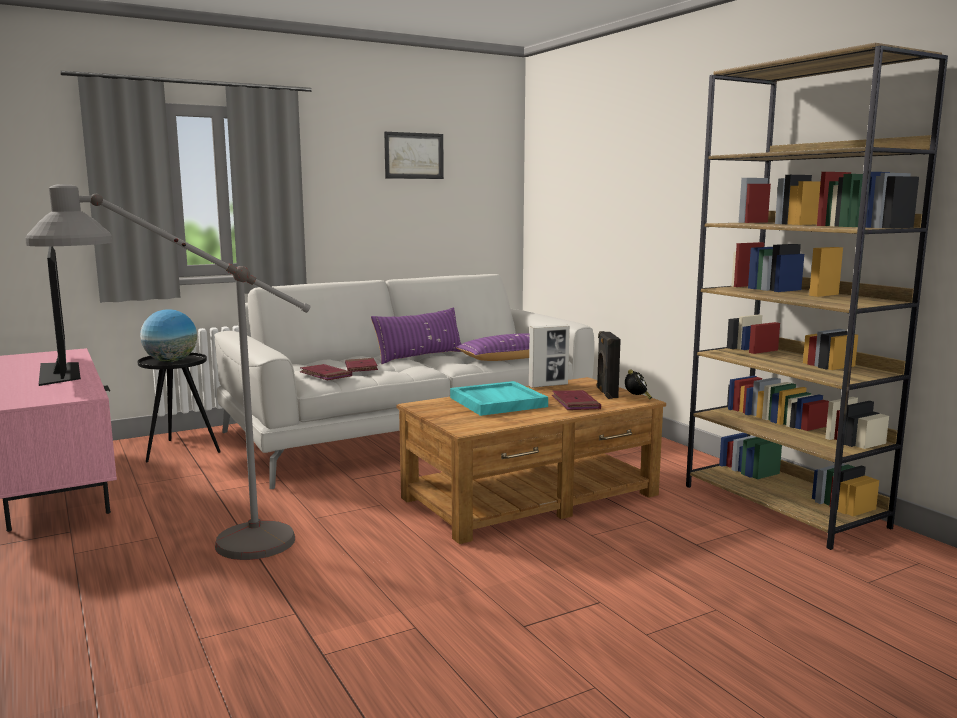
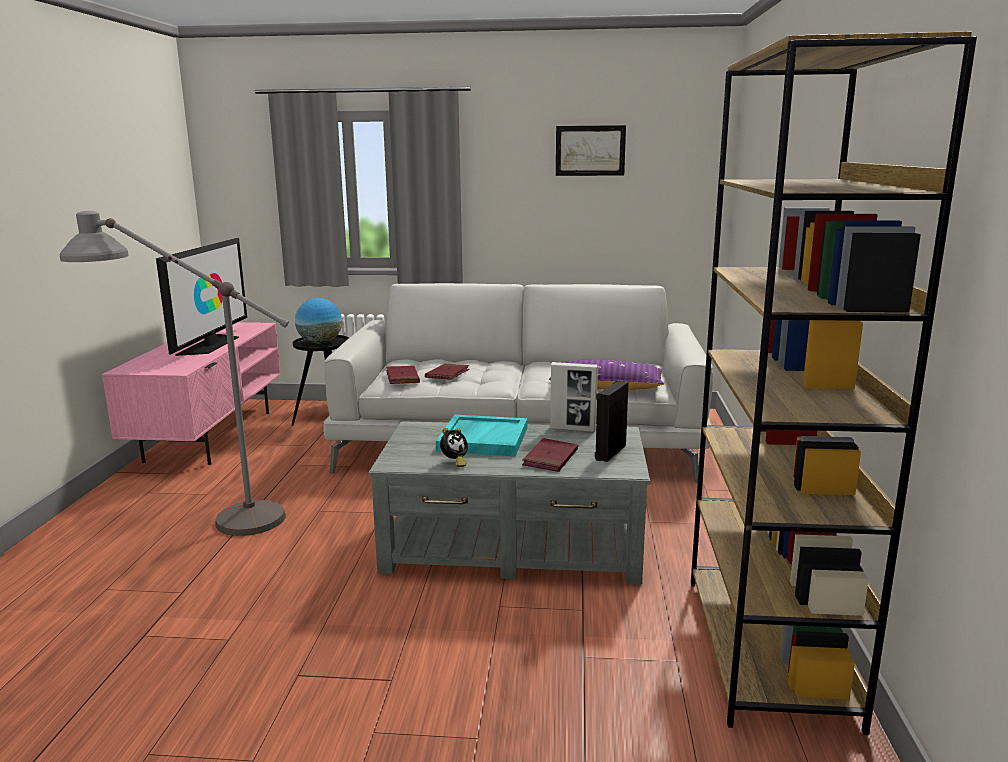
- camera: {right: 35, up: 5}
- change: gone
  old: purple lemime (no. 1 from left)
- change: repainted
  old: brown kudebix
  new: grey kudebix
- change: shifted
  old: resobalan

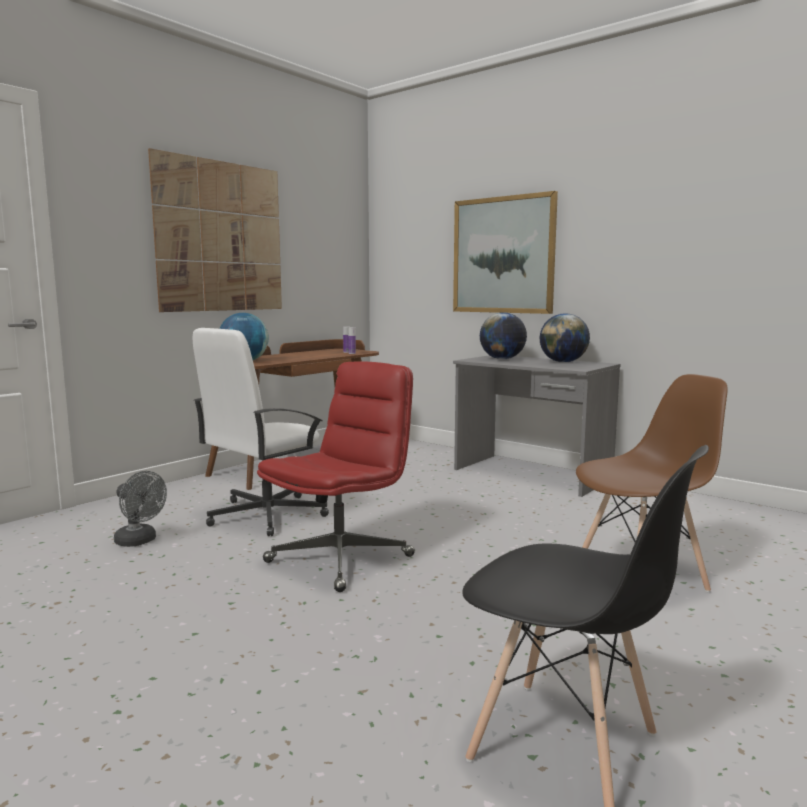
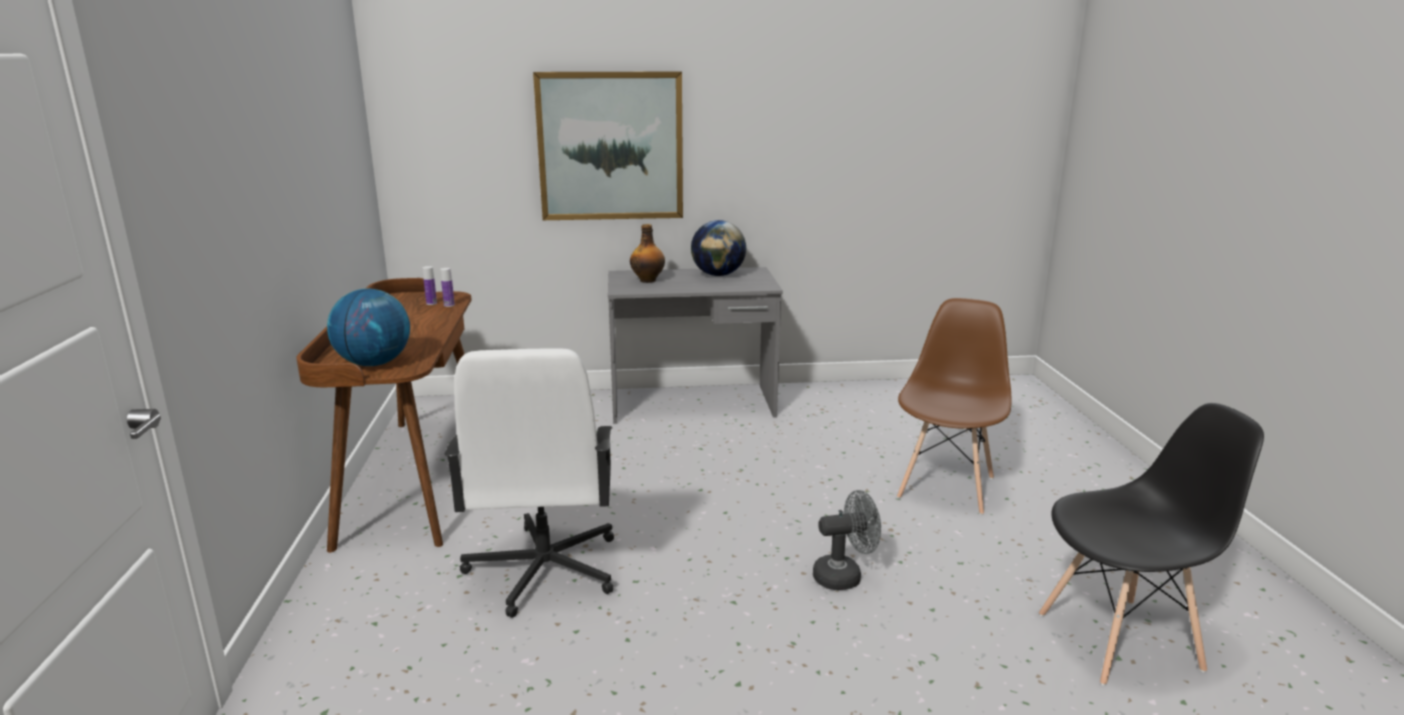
- camera: {right: -45, up: 10}
- change: shifted
  old: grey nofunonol
- change: gone
  old: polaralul (no. 1 from left)
- change: gone
  old: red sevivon
- change: swapped
  old: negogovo (no. 2 from left)
  new: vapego (no. 3 from left)

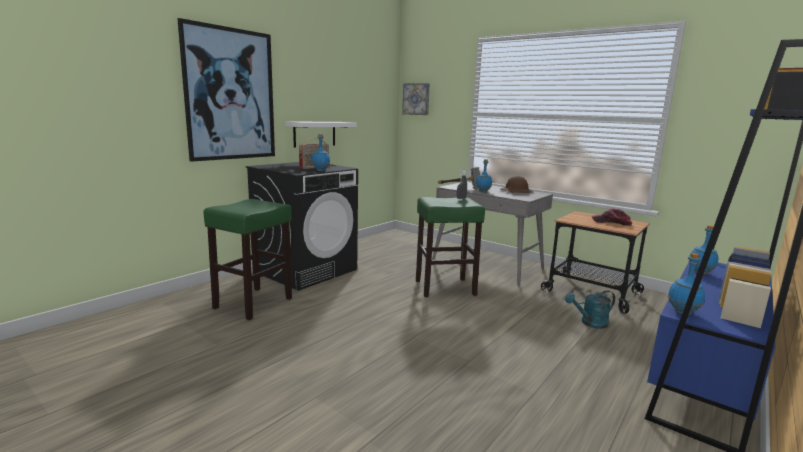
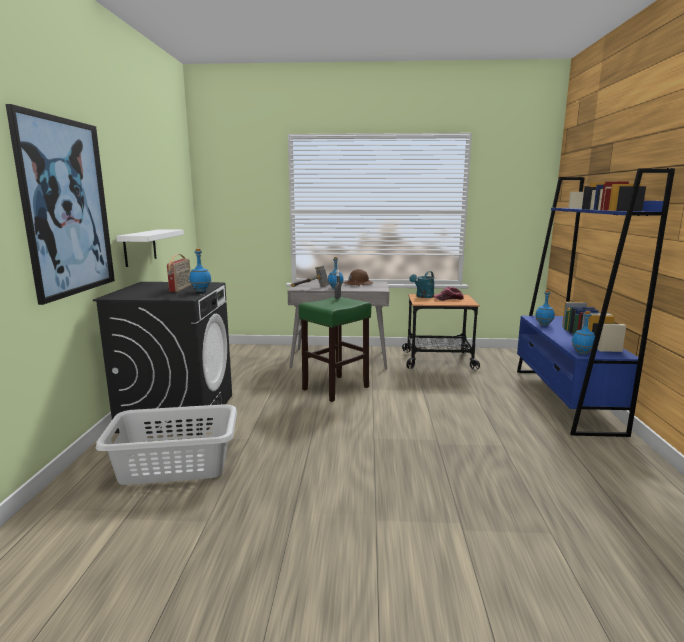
- camera: {right: -35, up: 0}
- change: swapped
  old: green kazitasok (no. 1 from left)
  new: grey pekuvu
- change: gone
  old: polaralul (no. 2 from left)
- change: shifted
  old: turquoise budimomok

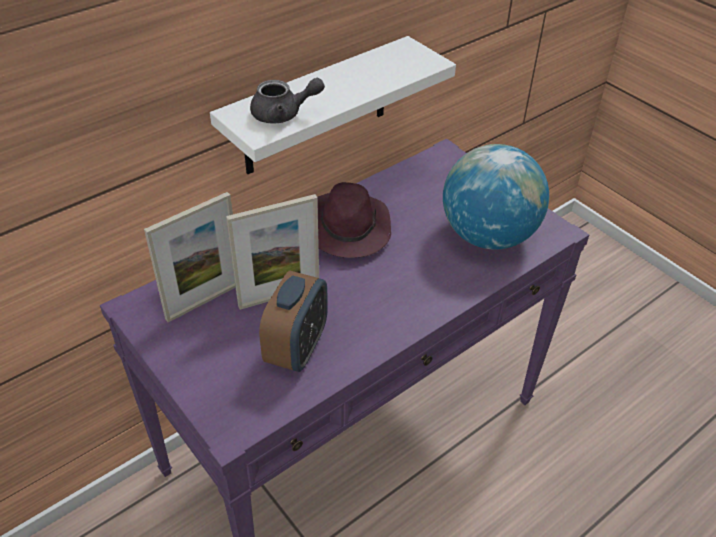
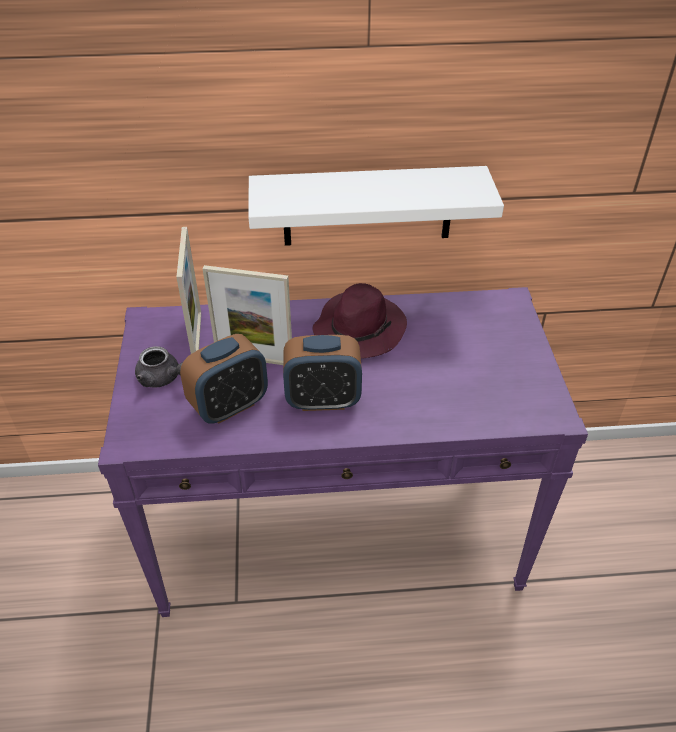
- camera: {right: 35, up: 0}
- change: rotated
  old: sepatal (no. 1 from left)
  degrees: -90
- change: shifted
  old: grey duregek
- change: gone
  old: negogovo
- change: new
  new: resobalan (no. 2 from left)

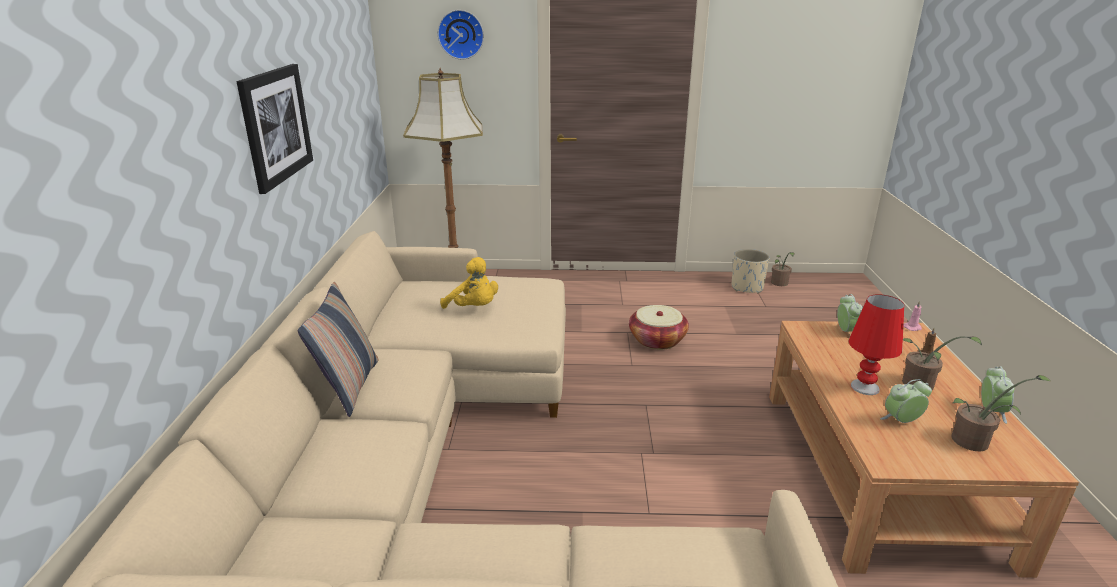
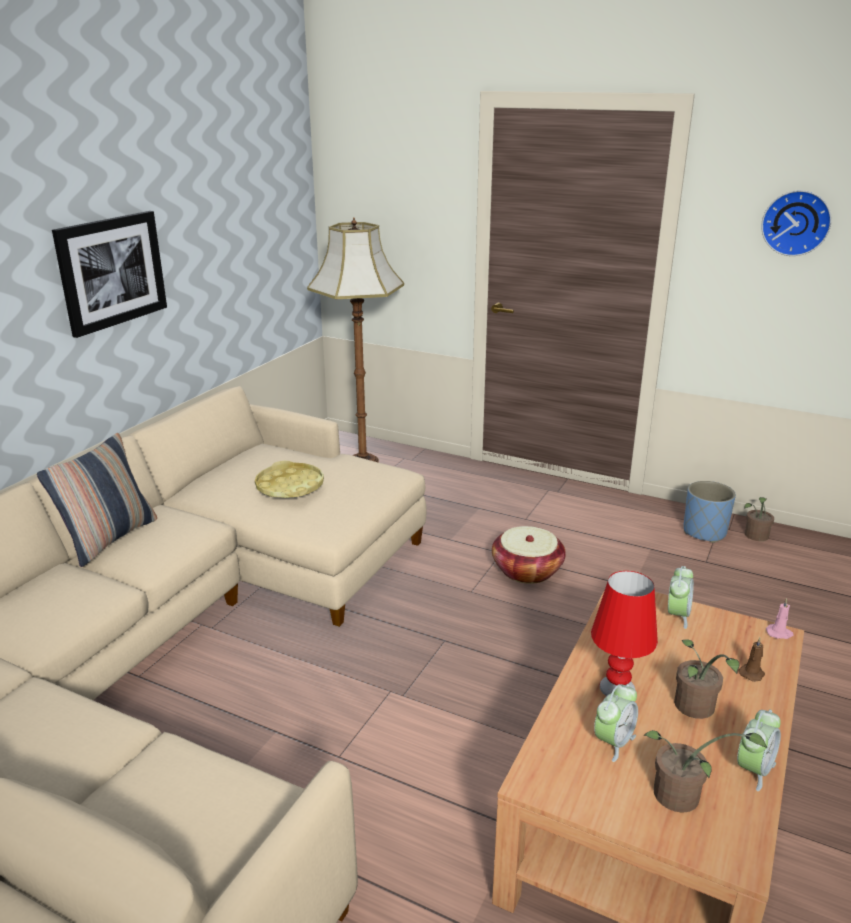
- camera: {right: 25, up: 0}
- change: shifted
  old: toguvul
- change: swapped
  old: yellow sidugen
  new: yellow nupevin
- change: repainted
  old: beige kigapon
  new: blue kigapon
- change: rotated
  old: resobalan (no. 2 from left in the first image)
  degrees: 120

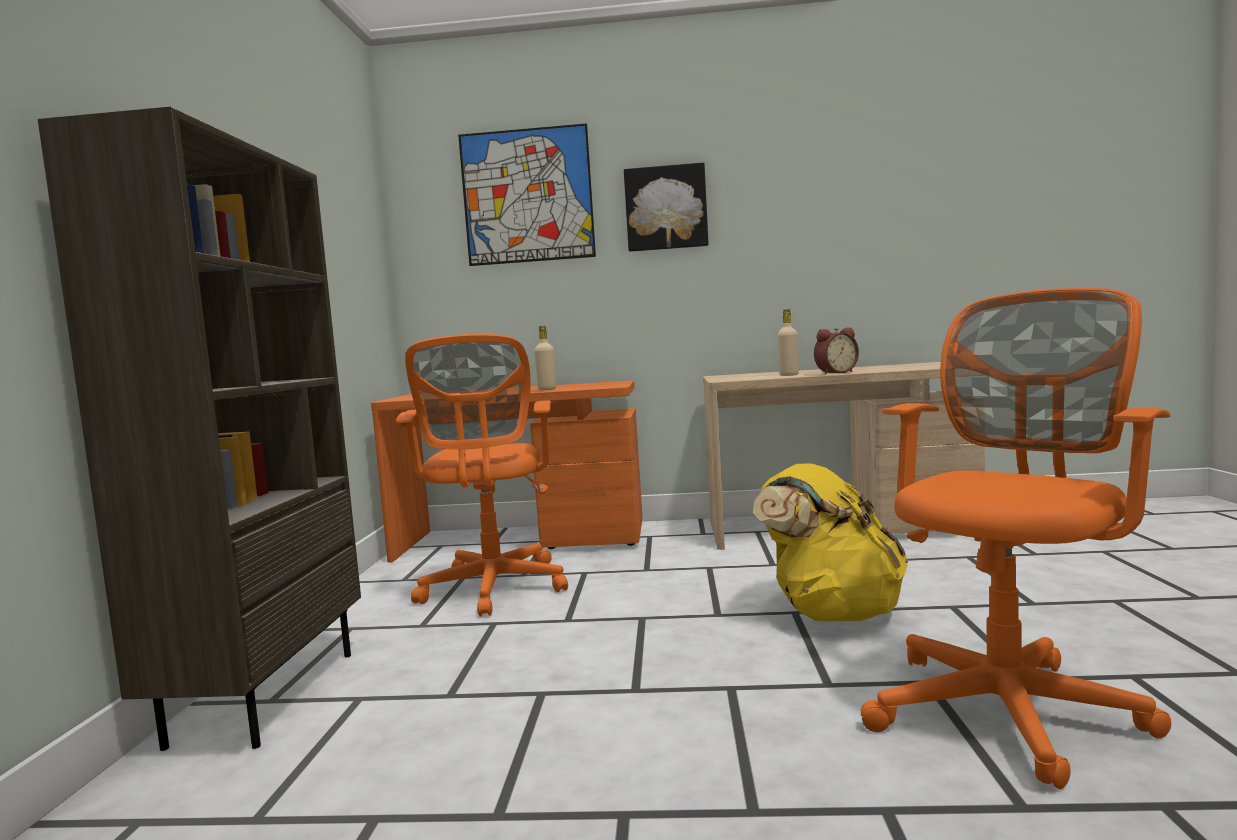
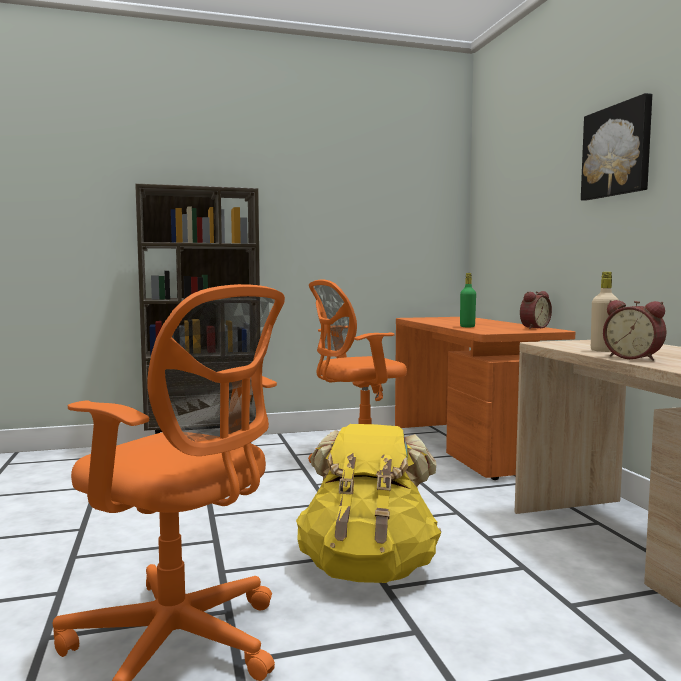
- camera: {right: 70, up: 0}
- change: gone
  old: polaralul (no. 1 from left)
- change: repainted
  old: beige vapego (no. 1 from left)
  new: green vapego
- change: new
  new: resobalan (no. 1 from left)

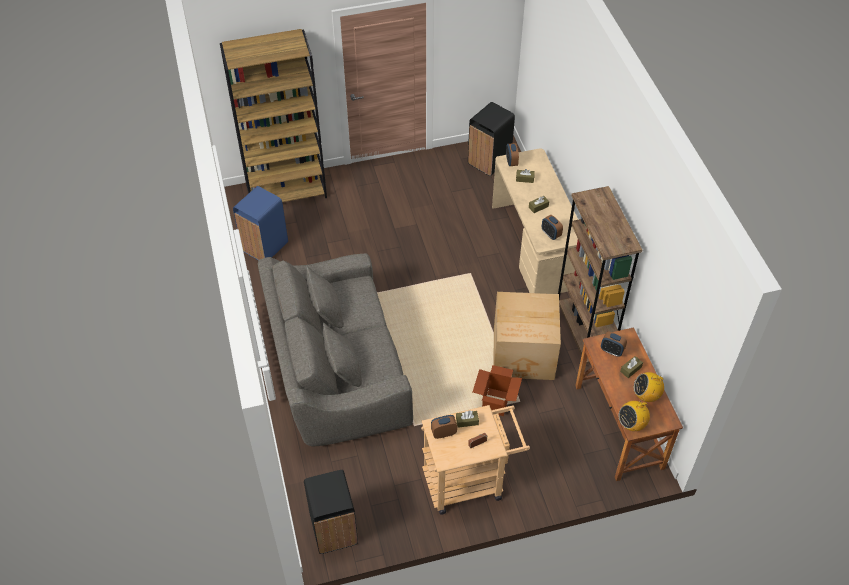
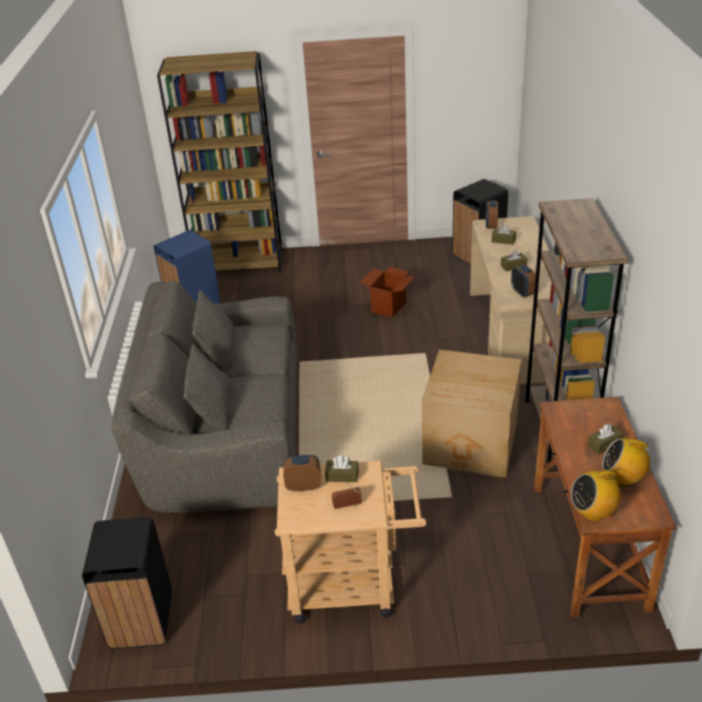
- camera: {right: 15, up: -15}
- change: shifted
  old: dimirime (no. 1 from left)
- change: gone
  old: resobalan (no. 4 from left)

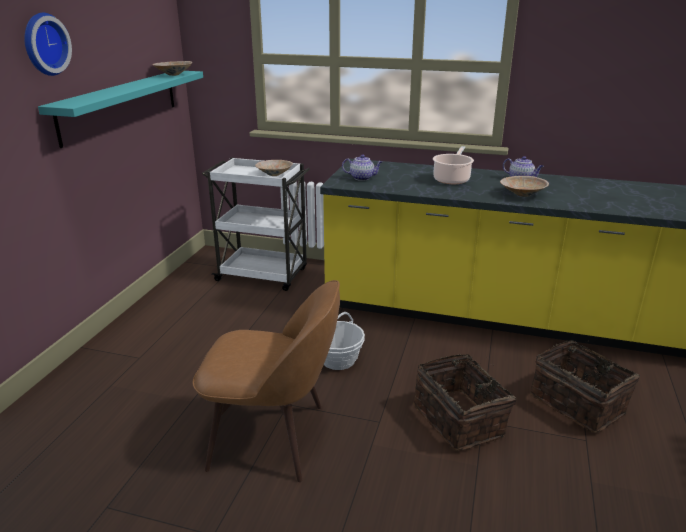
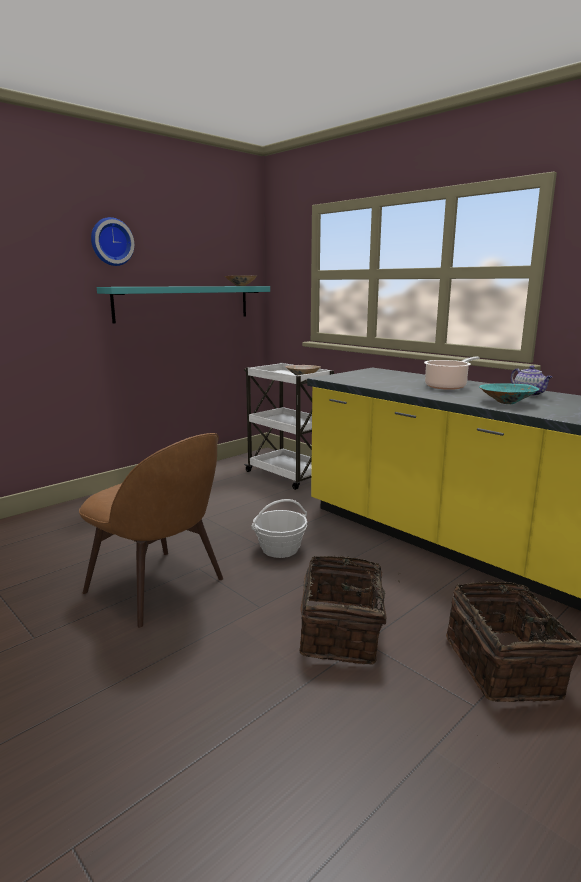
- camera: {right: 30, up: -10}
- change: gone
  old: duregek (no. 1 from left)
- change: repainted
  old: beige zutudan (no. 3 from left)
  new: turquoise zutudan

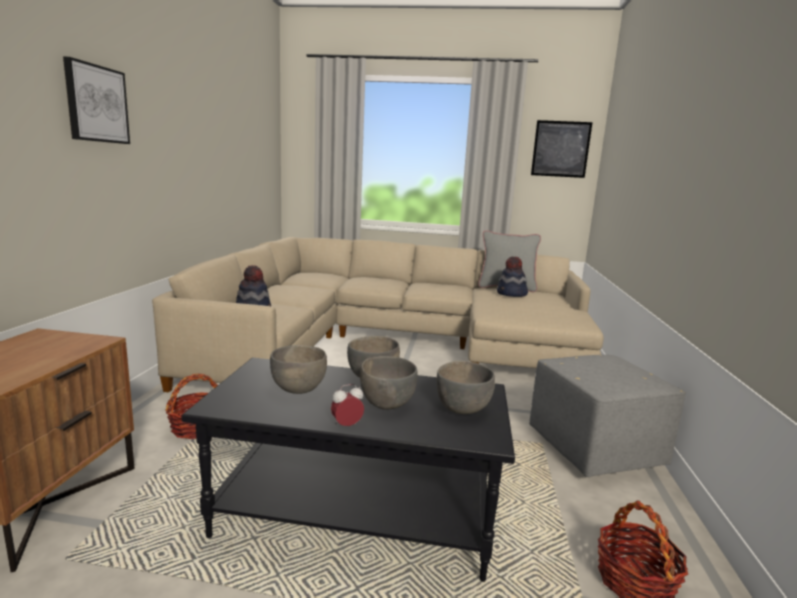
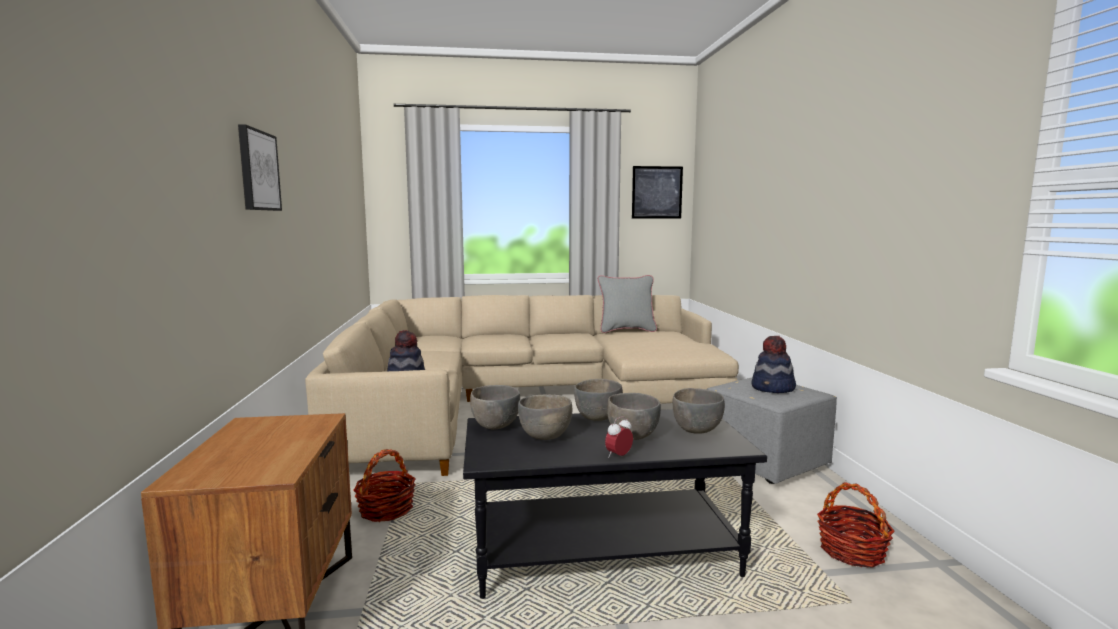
- camera: {right: -15, up: -5}
- change: shifted
  old: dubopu (no. 2 from left)
- change: new
  new: grey zutudan (no. 1 from left)

